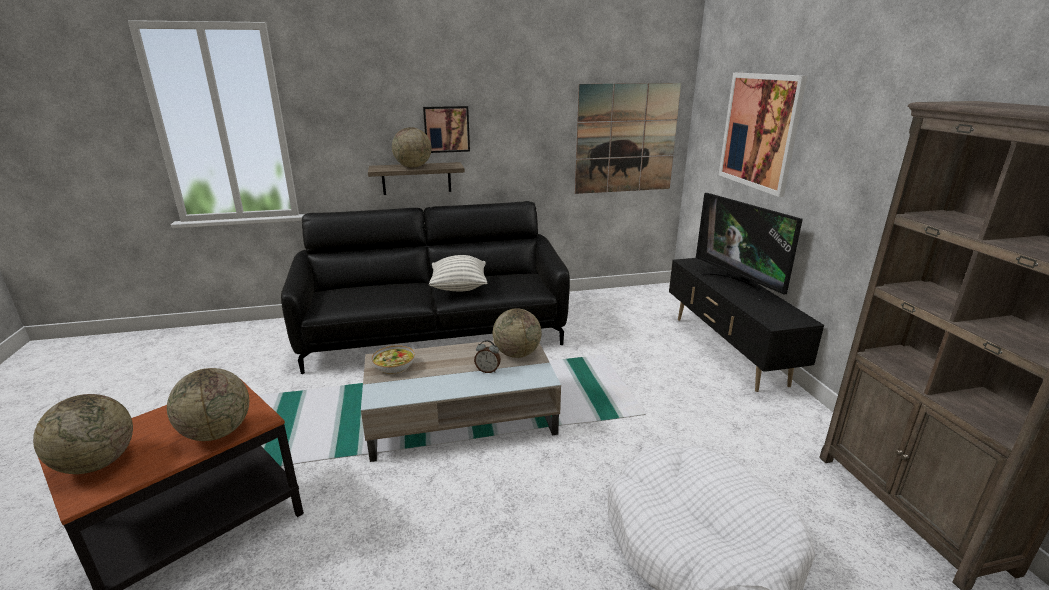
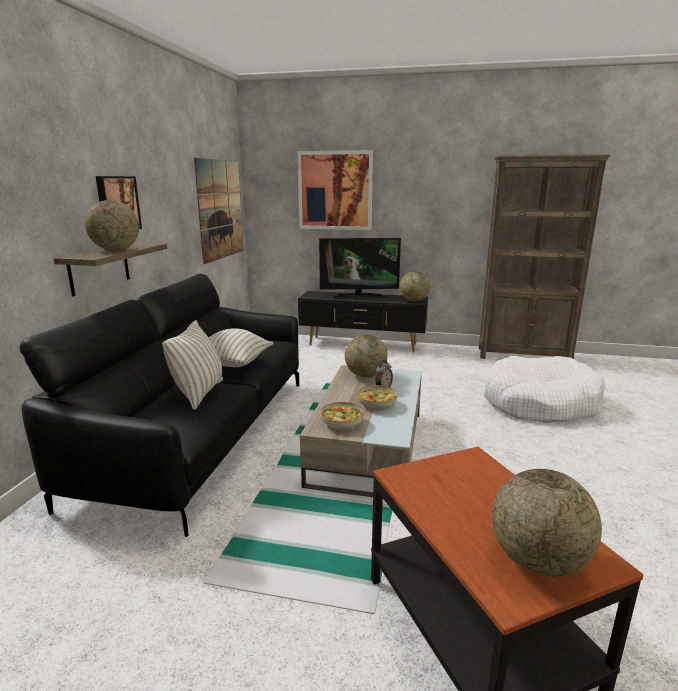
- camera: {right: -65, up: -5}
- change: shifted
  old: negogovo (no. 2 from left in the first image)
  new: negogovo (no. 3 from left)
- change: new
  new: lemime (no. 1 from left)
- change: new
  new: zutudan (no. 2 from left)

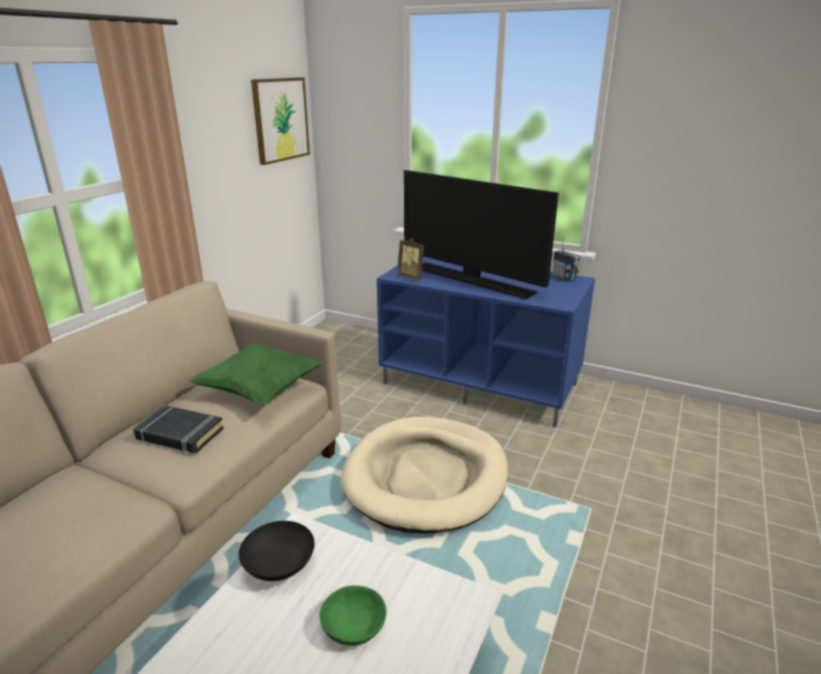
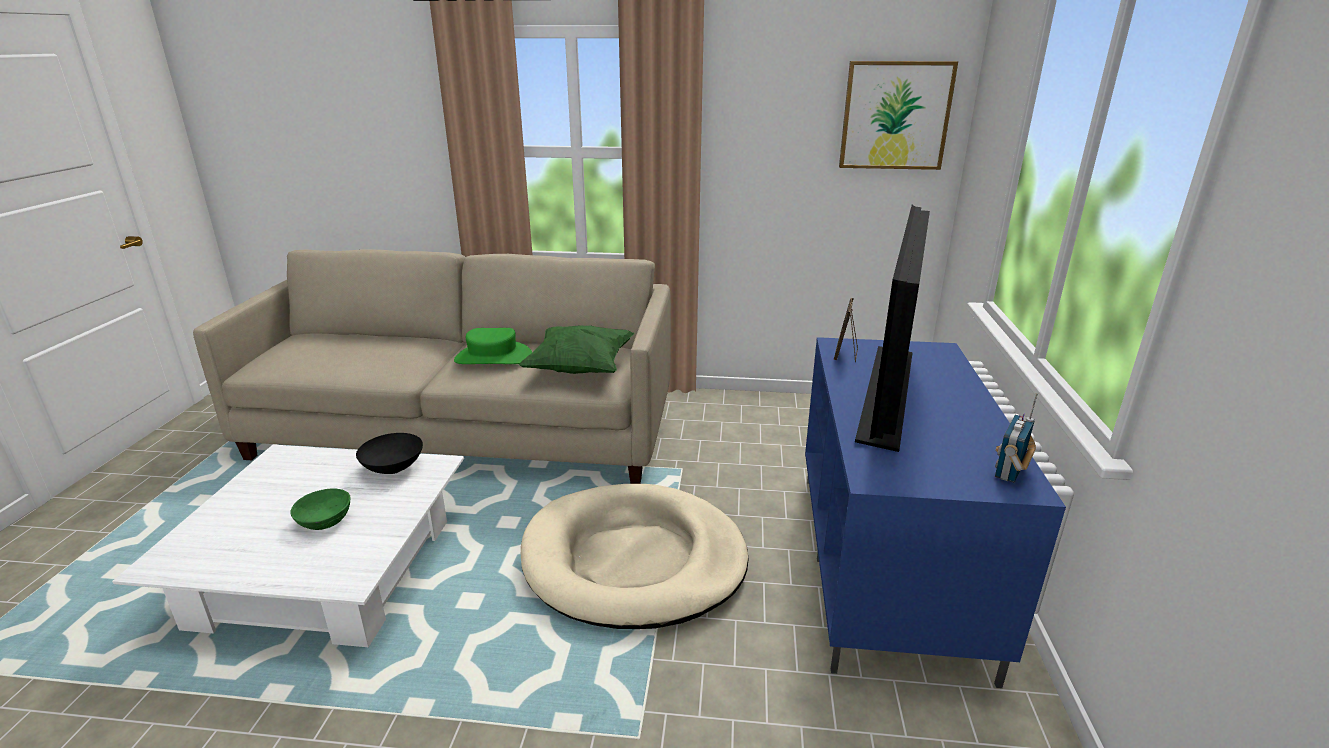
- camera: {right: 70, up: 0}
- change: swapped
  old: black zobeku
  new: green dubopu

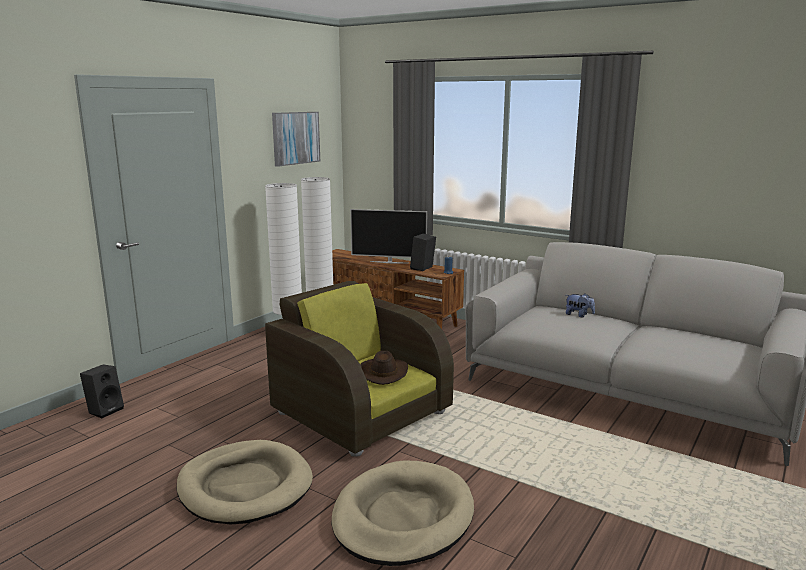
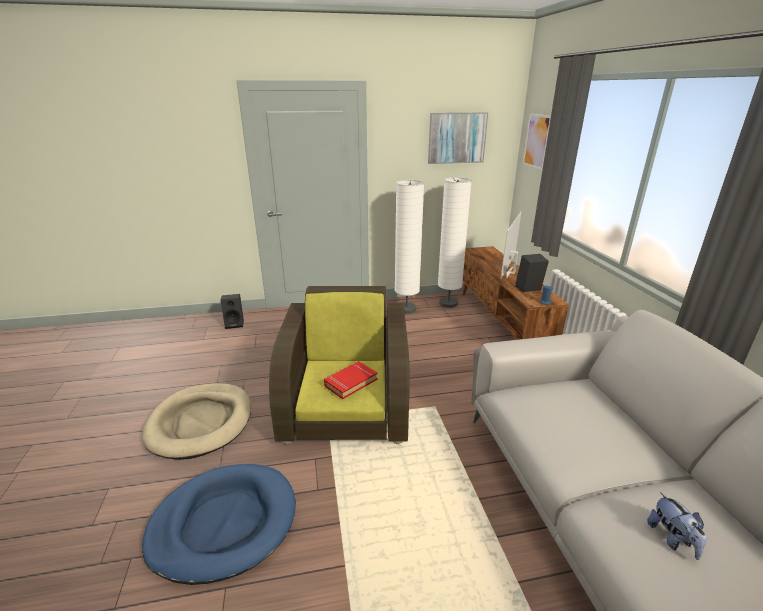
- camera: {right: 45, up: 10}
- change: repainted
  old: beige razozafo (no. 2 from left)
  new: blue razozafo
- change: rotated
  old: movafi
  degrees: 60
- change: swapped
  old: brown dubopu
  new: red zobeku
- change: shifted
  old: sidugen
- change: new
  new: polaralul (no. 2 from left)

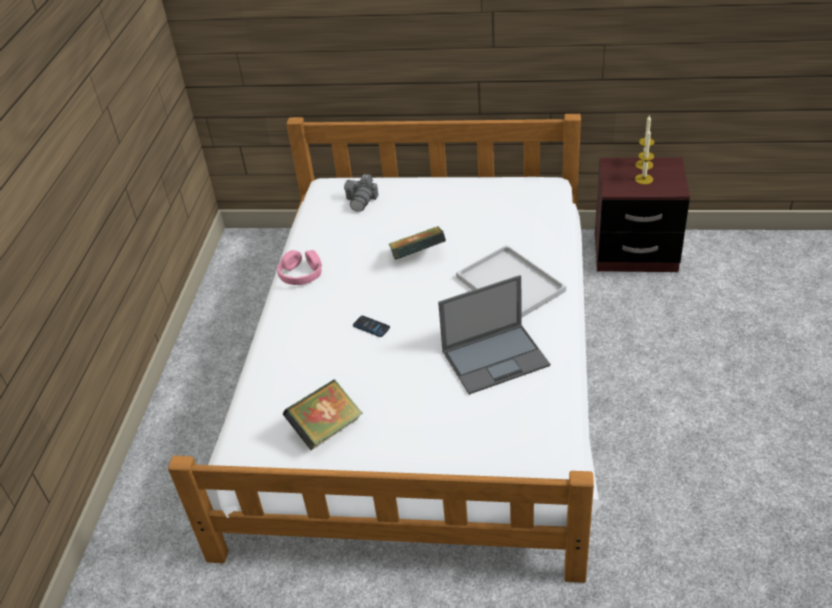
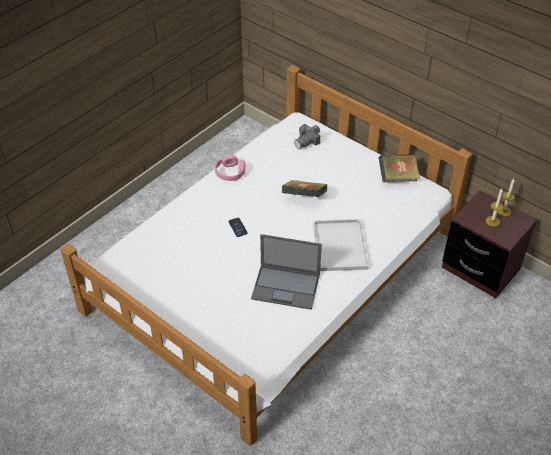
- camera: {right: 30, up: 5}
- change: shifted
  old: zobeku (no. 1 from left in the first image)
  new: zobeku (no. 2 from left)

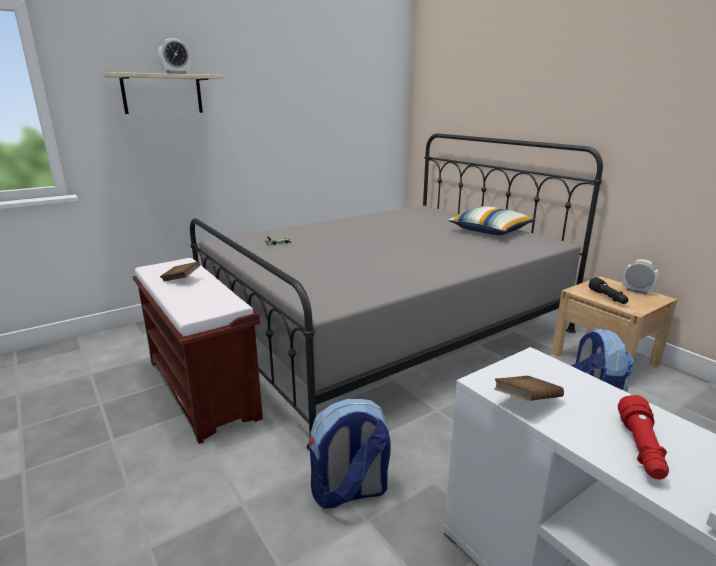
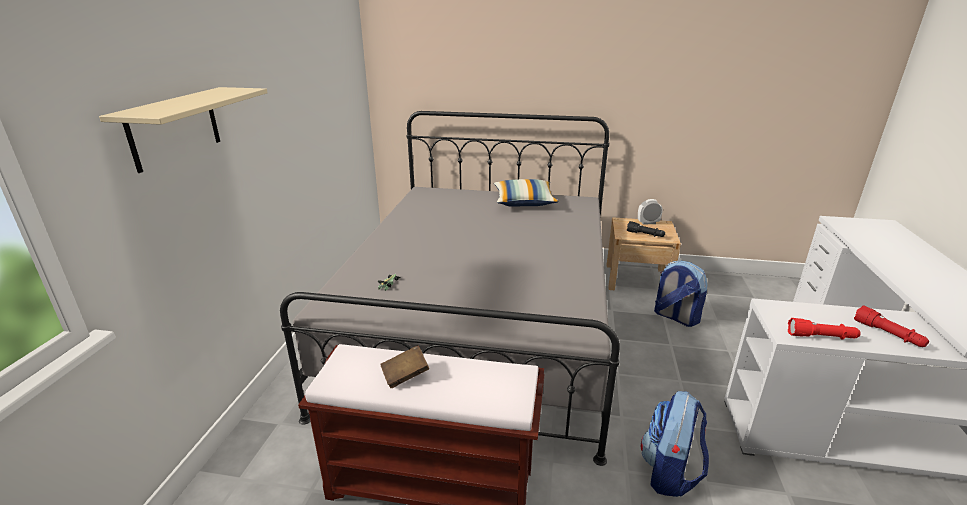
- camera: {right: -45, up: 5}
- change: gone
  old: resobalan (no. 1 from left)
- change: swapped
  old: brown zobeku (no. 2 from left)
  new: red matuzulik (no. 1 from left)

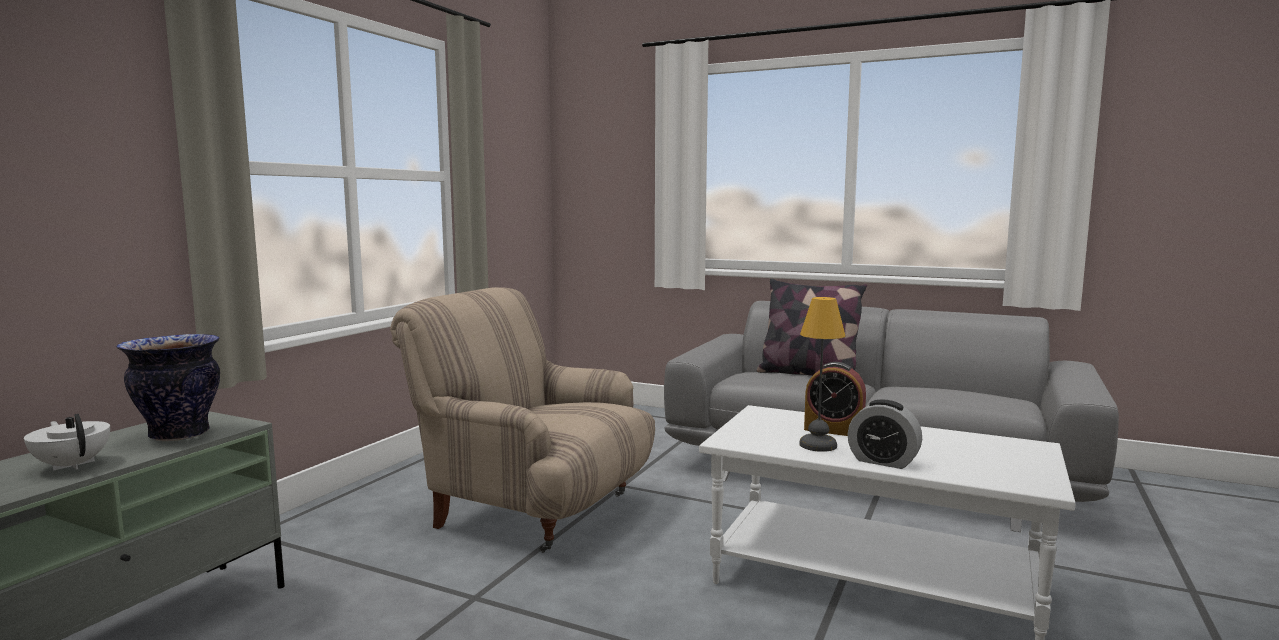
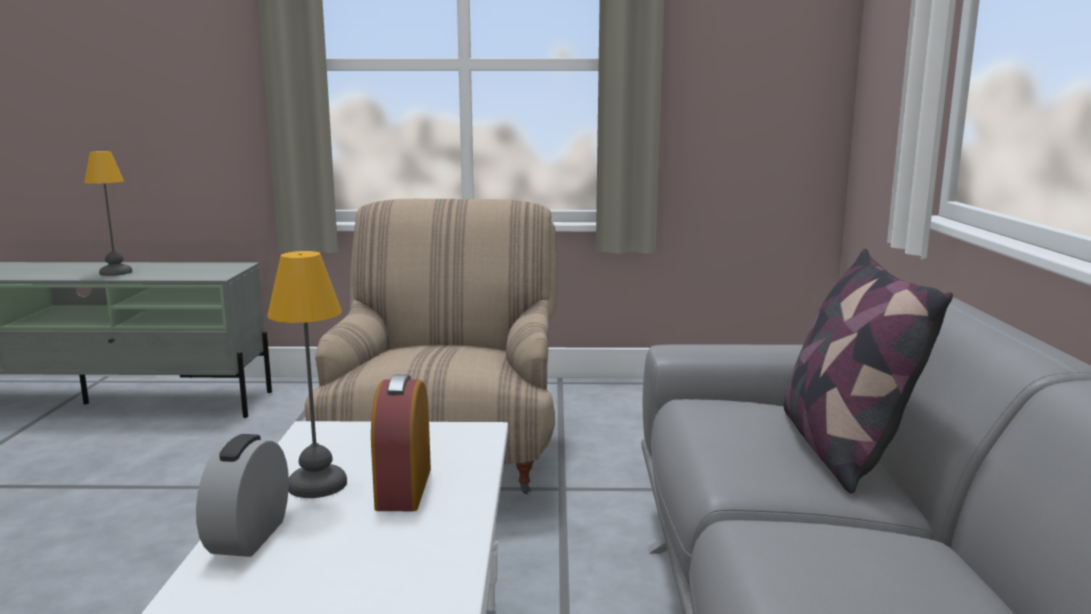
- camera: {right: 65, up: 5}
- change: swapped
  old: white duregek
  new: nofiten (no. 1 from left)
- change: gone
  old: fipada

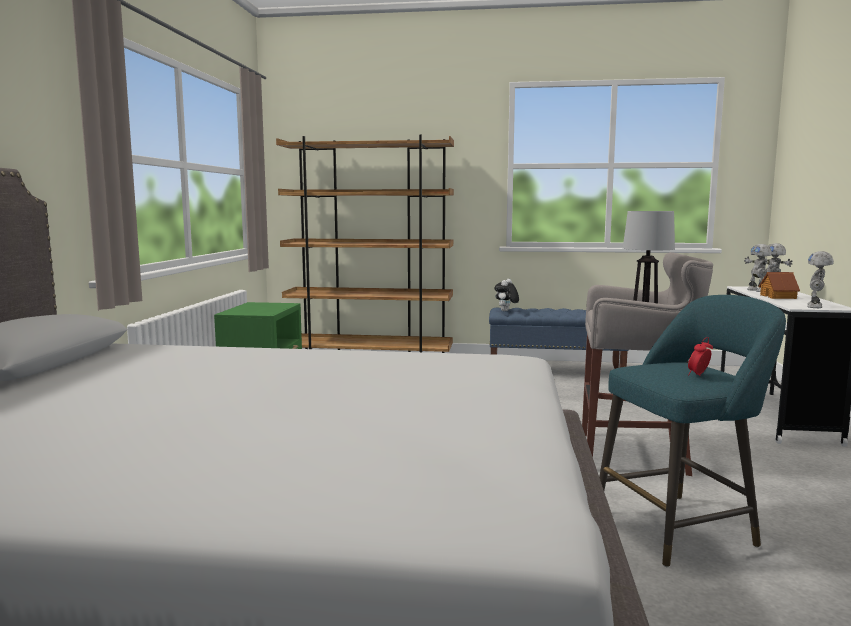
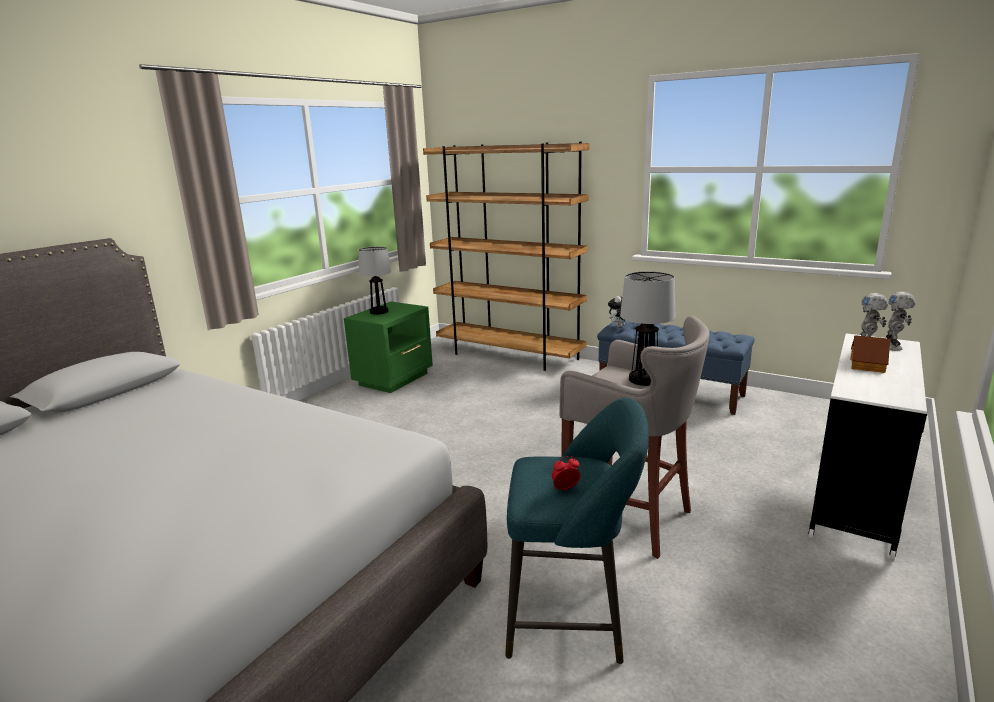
- camera: {right: 25, up: 10}
- change: gone
  old: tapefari (no. 3 from left)
- change: new
  new: nofiten (no. 1 from left)

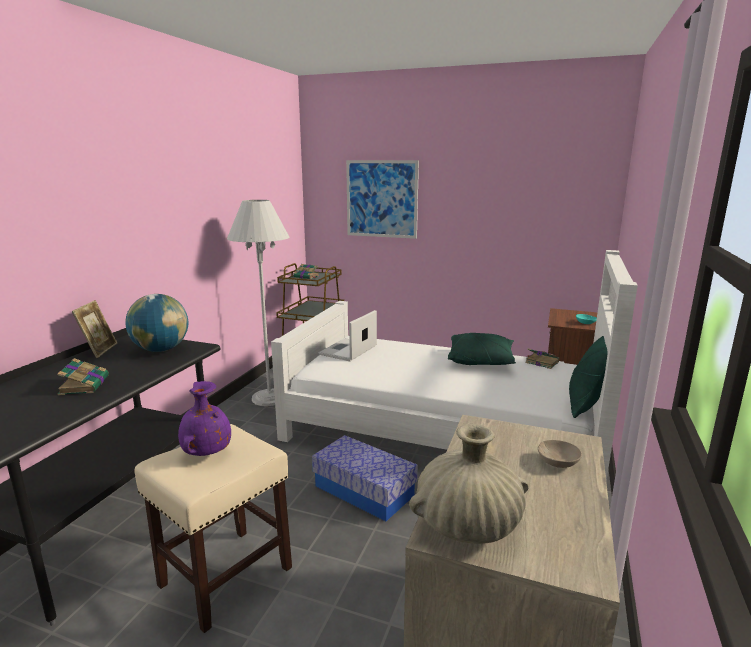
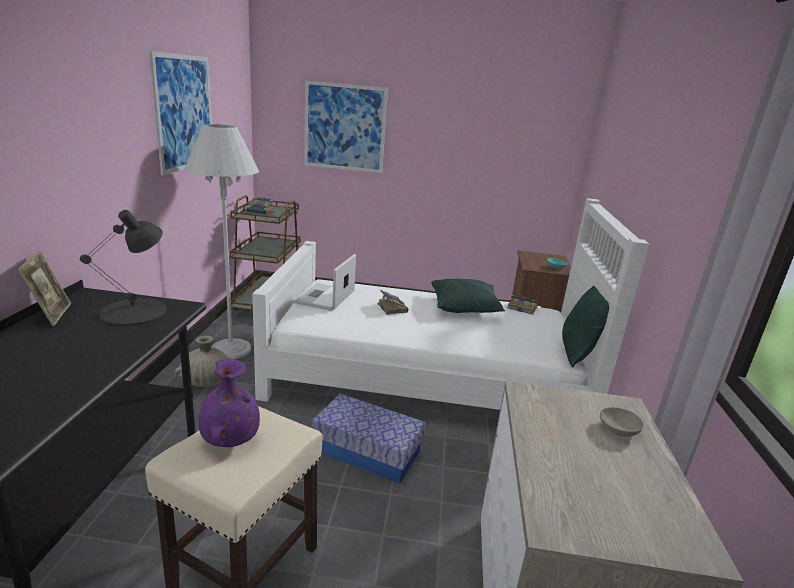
- camera: {right: -15, up: 5}
- change: shifted
  old: zobeku (no. 1 from left in the first image)
  new: zobeku (no. 2 from left)
- change: swapped
  old: negogovo
  new: black nofiten
- change: shifted
  old: beige fipada
- change: new
  new: polaralul (no. 1 from left)

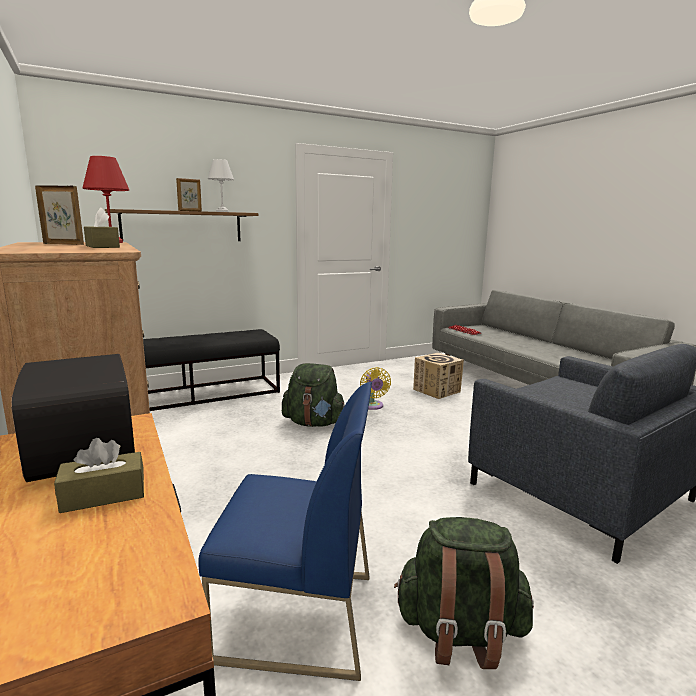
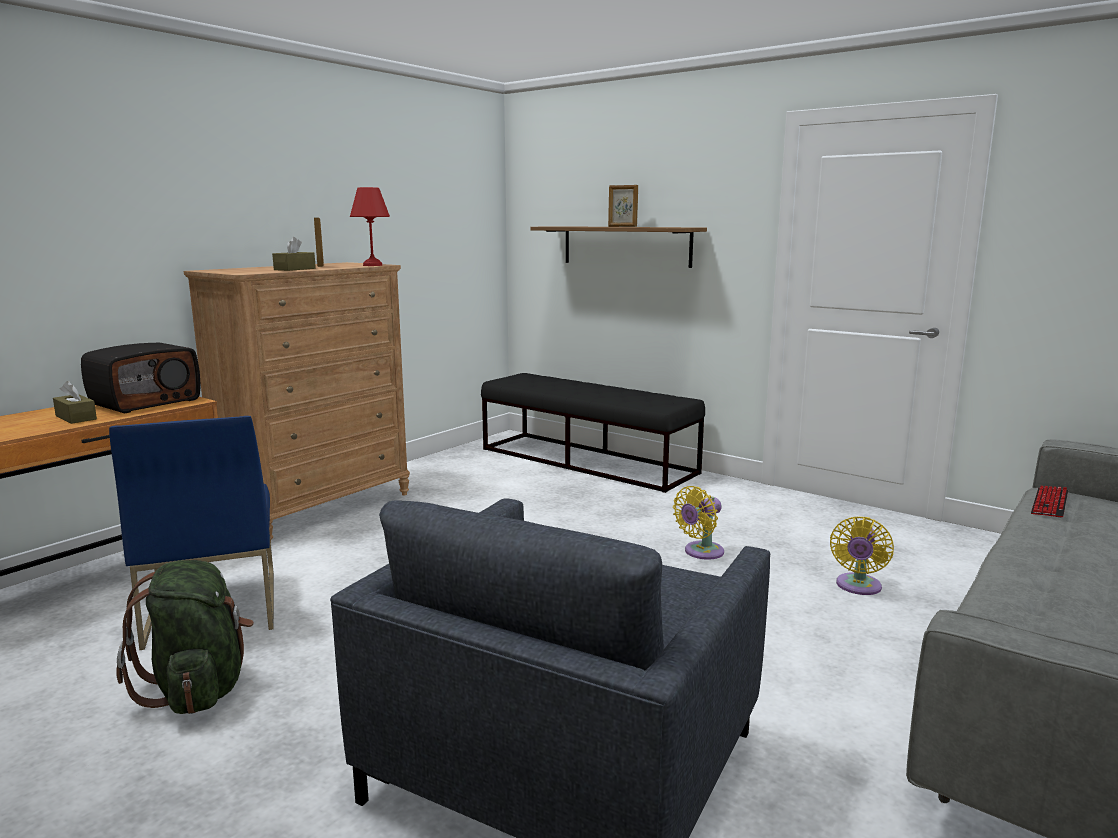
- camera: {right: 65, up: 0}
- change: gone
  old: white nofiten
- change: gone
  old: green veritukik (no. 1 from left)
- change: swapped
  old: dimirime
  new: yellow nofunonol (no. 2 from left)

